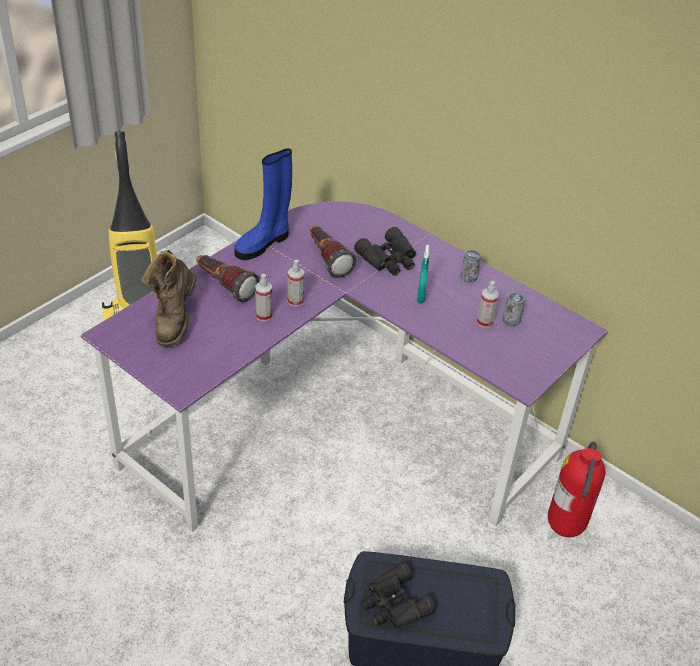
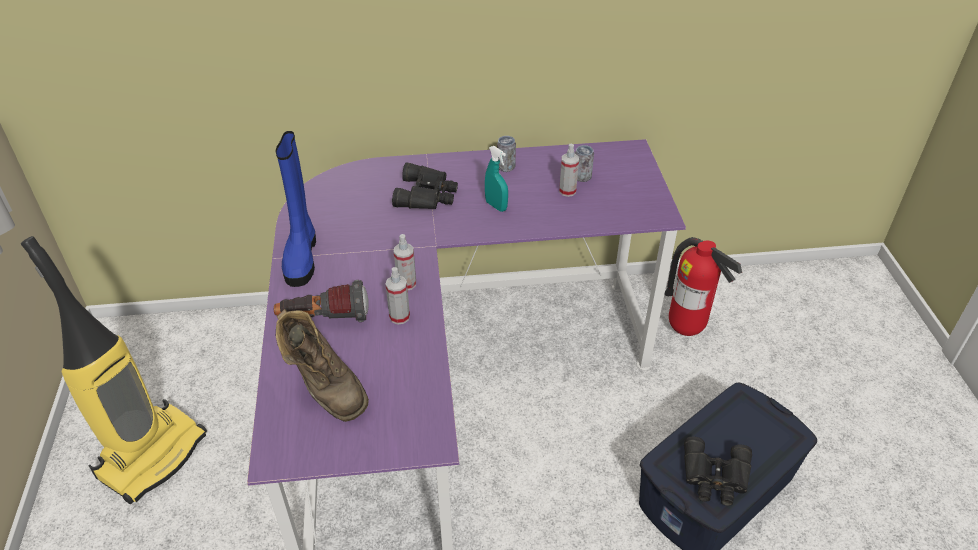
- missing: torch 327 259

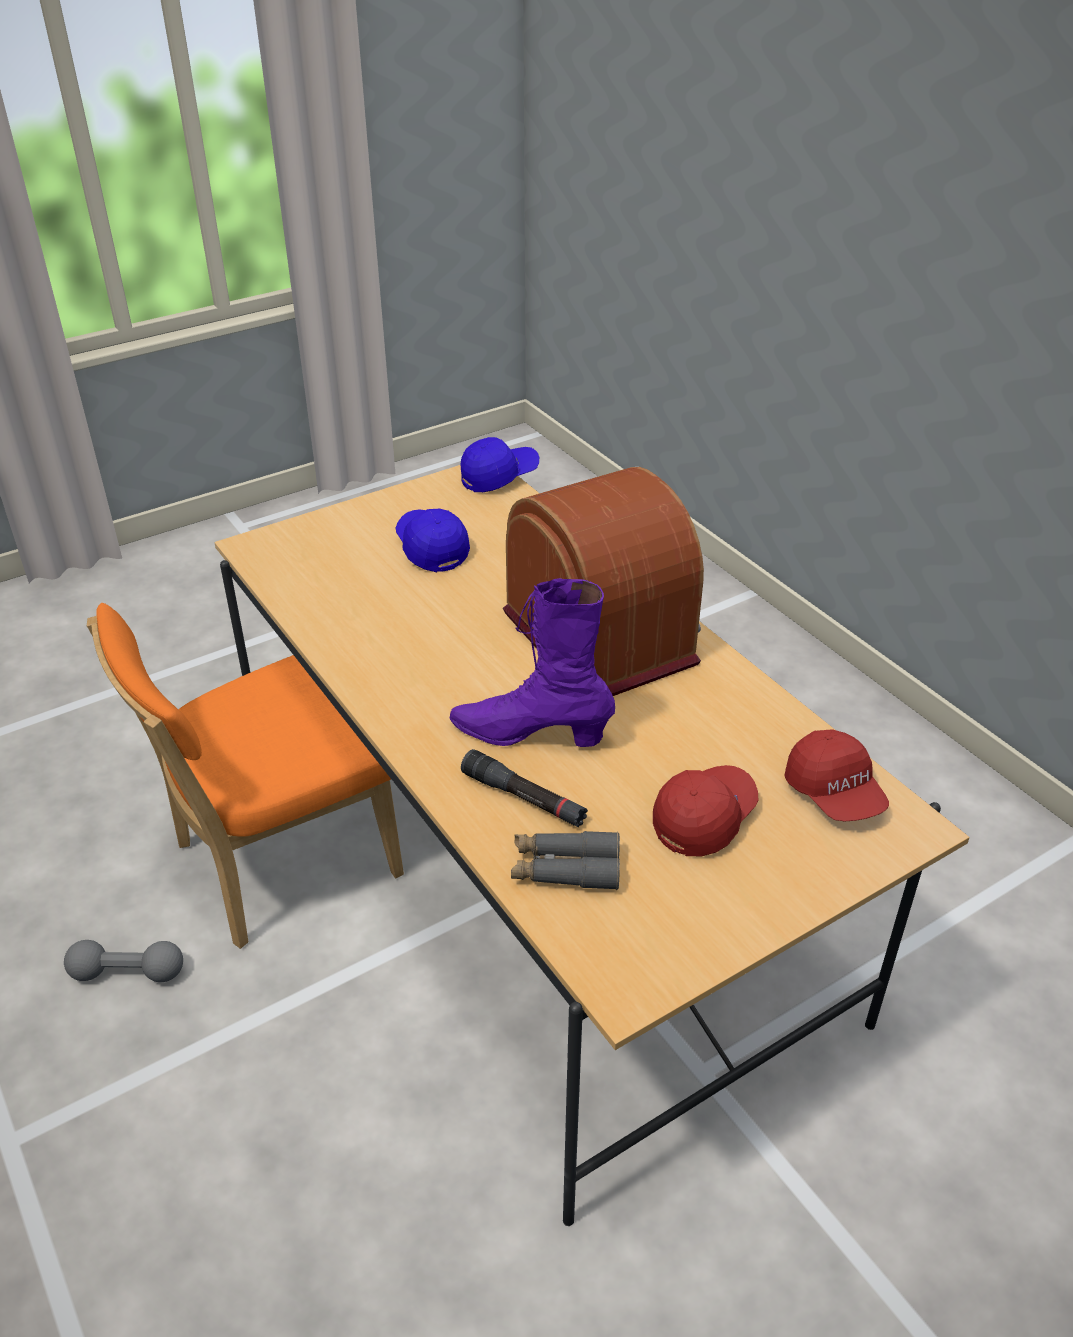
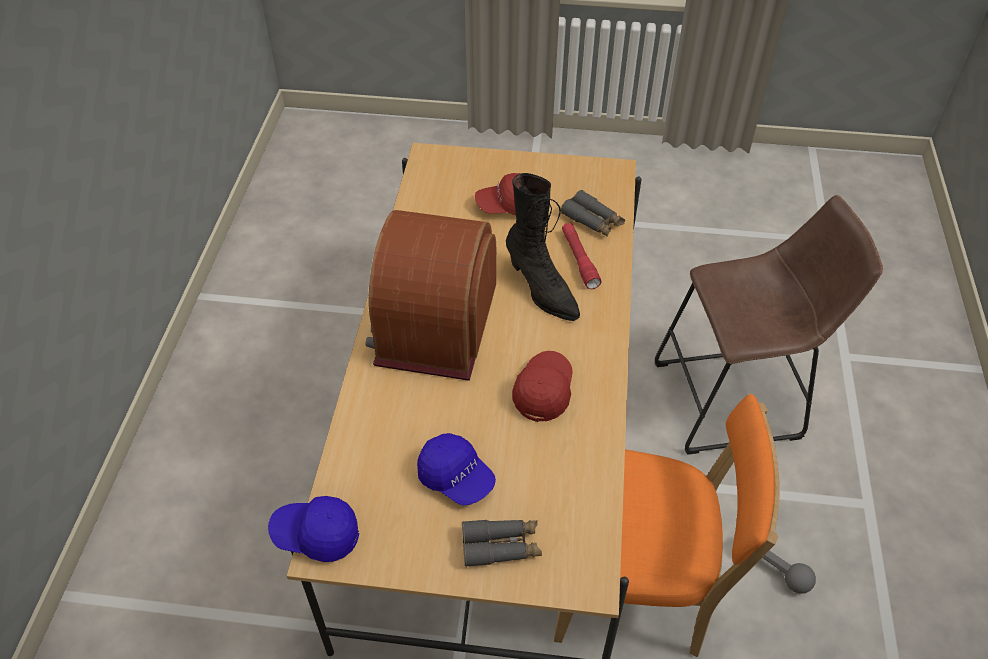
- spun: baseball cap (bluish) 431 549 = 456 478 60 degrees counterclockwise
- colour: tall boot (purplish) 530 734 to tall boot (black) 541 290
- colour: torch (black) 524 798 to torch (red) 579 260
- relocated: baseball cap (red) 834 793 to 543 391
- appeared: binoculars (greyish) 501 546
- appeared: stool (brown-coloured) 736 400

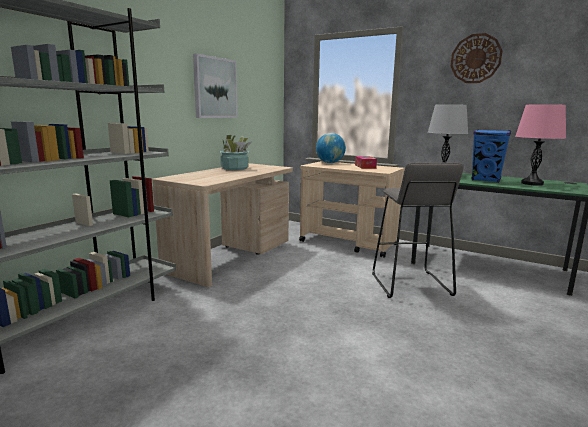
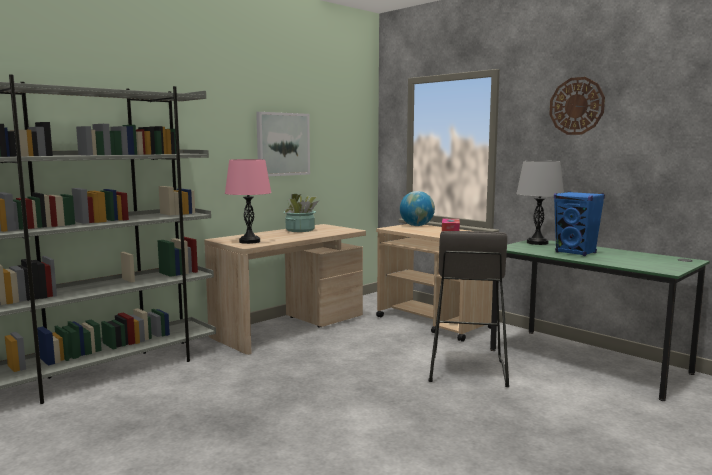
- relocated: table lamp (pink-coloured) 532 183 to 249 241

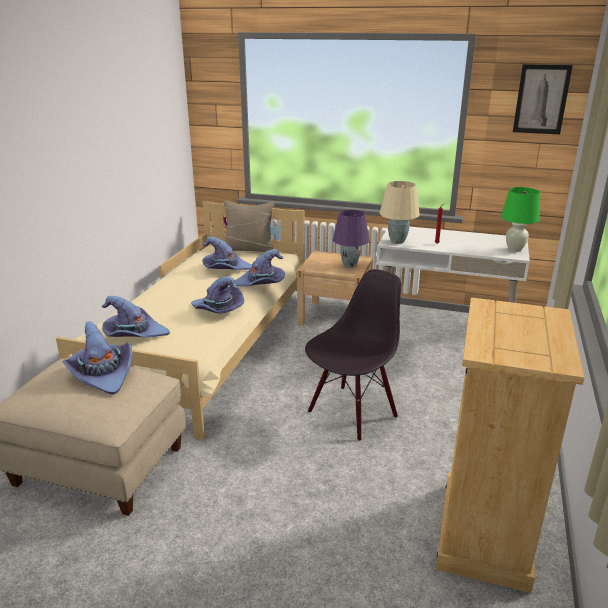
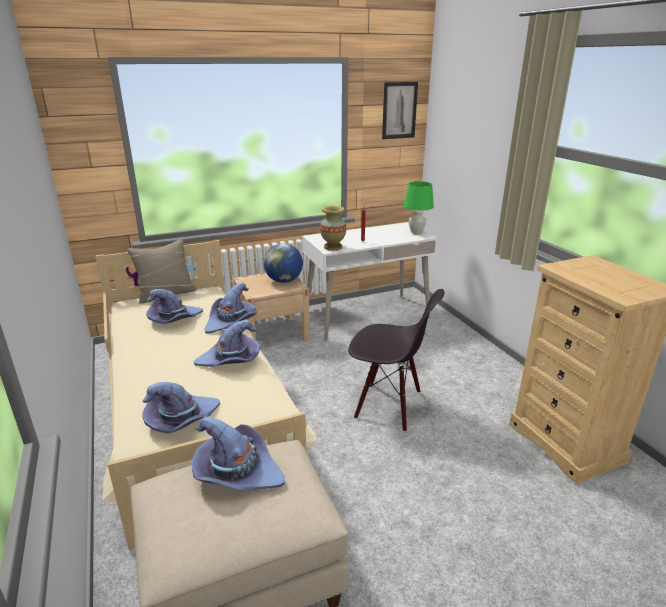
- spun: plain chair (black) 351 413 = 388 405 105 degrees clockwise
- exchanged: table lamp (purplish) 350 265 to globe 284 281
- exchanged: table lamp (beige-coloured) 397 241 to vase 333 247

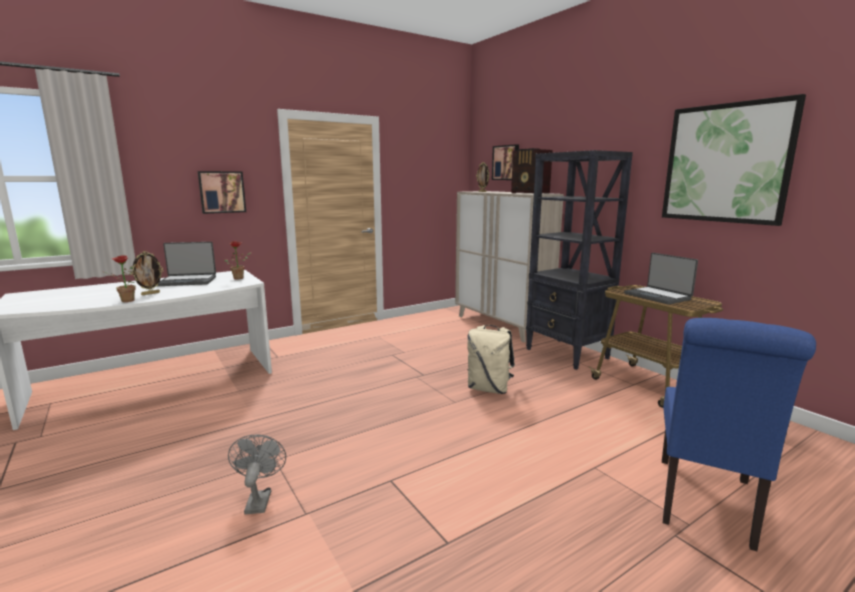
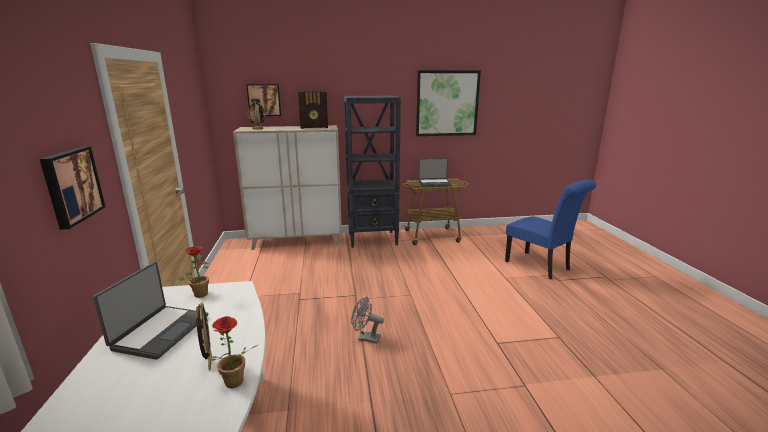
- relocated: electric fan (greyish) 259 499 to 365 338
- missing: backpack (beige-coloured) 489 389

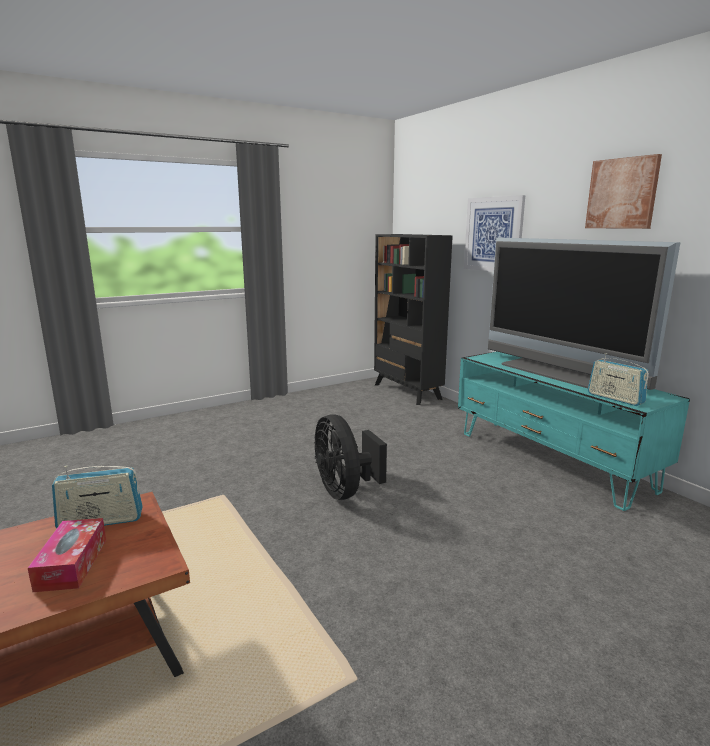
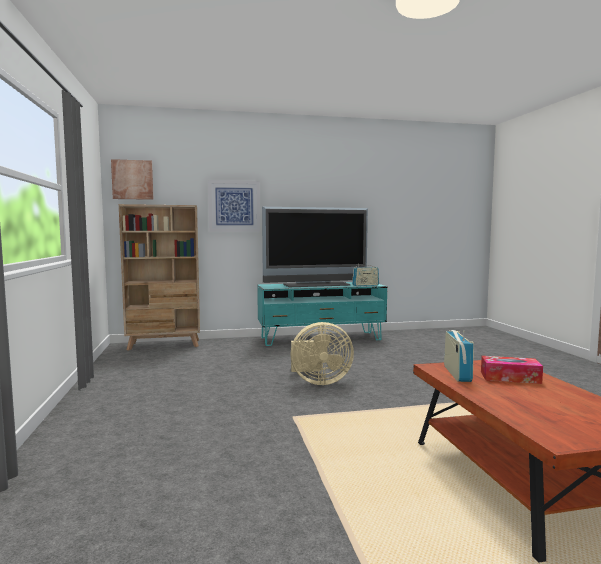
- colour: electric fan (black) 345 490 to electric fan (beige-coloured) 318 381
- colour: shelving unit (black) 407 392 to shelving unit (beige-coloured) 164 345
- relocated: wall picture 622 193 to 132 179

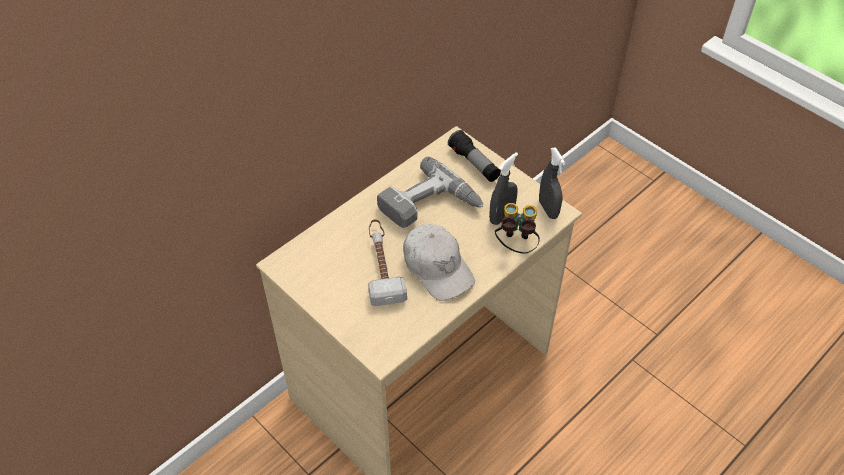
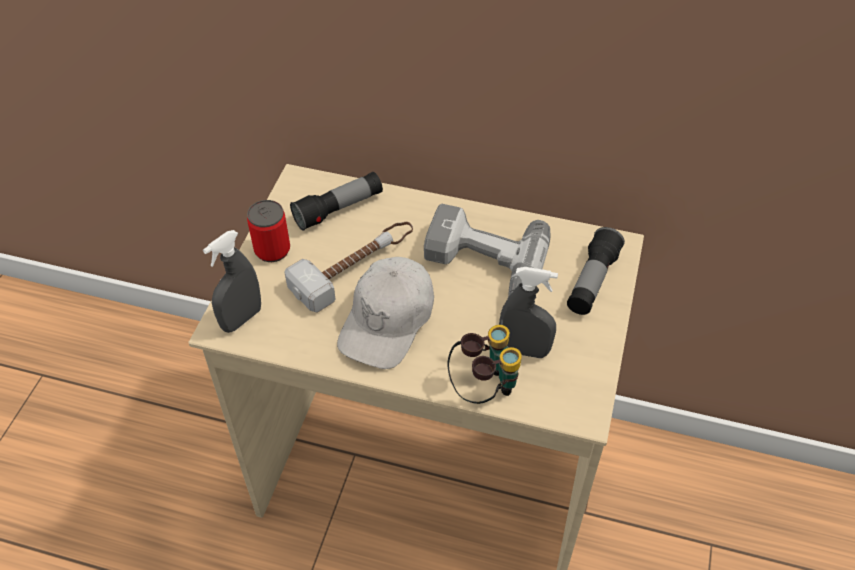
- relocated: hand sprayer (greyish) 548 209 to 241 319
- appeared: can 272 250
- appeared: torch 339 209

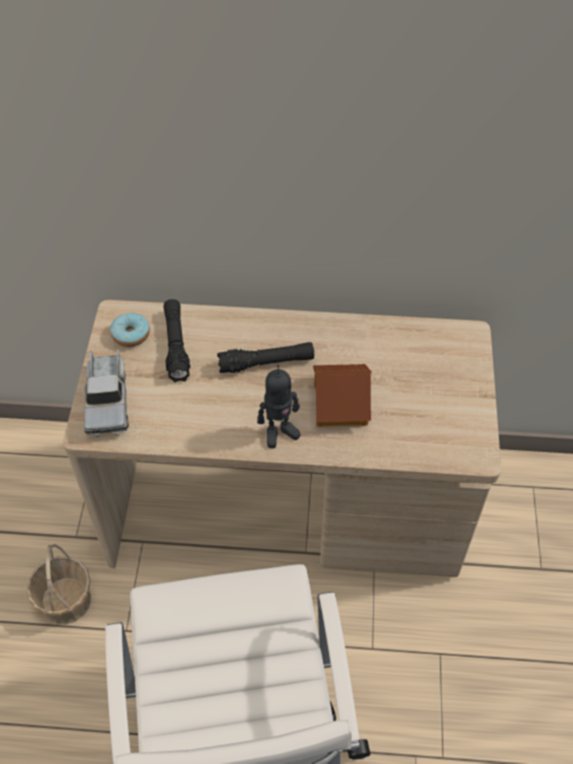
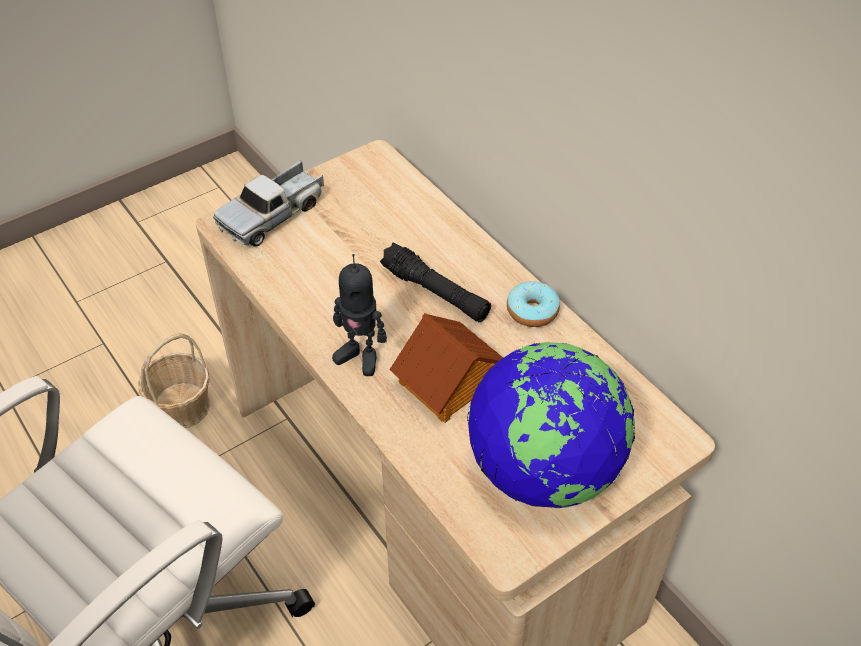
- relocated: ring doughnut 131 334 to 532 311
- missing: torch (black) 176 345
- appeared: globe 544 470

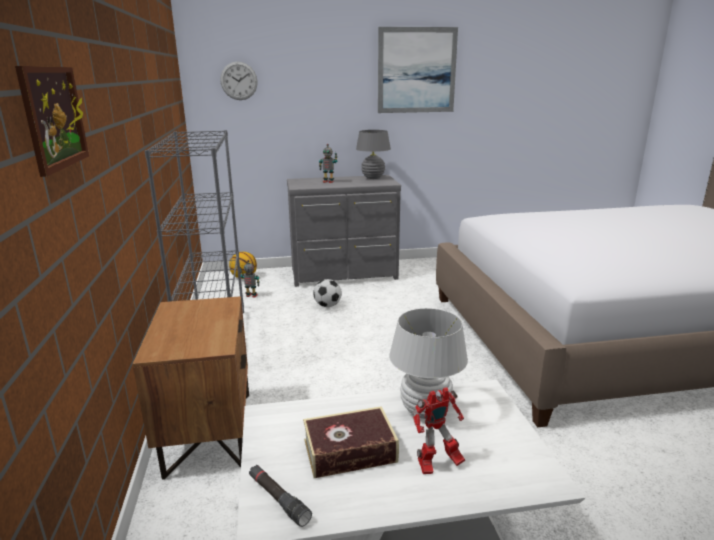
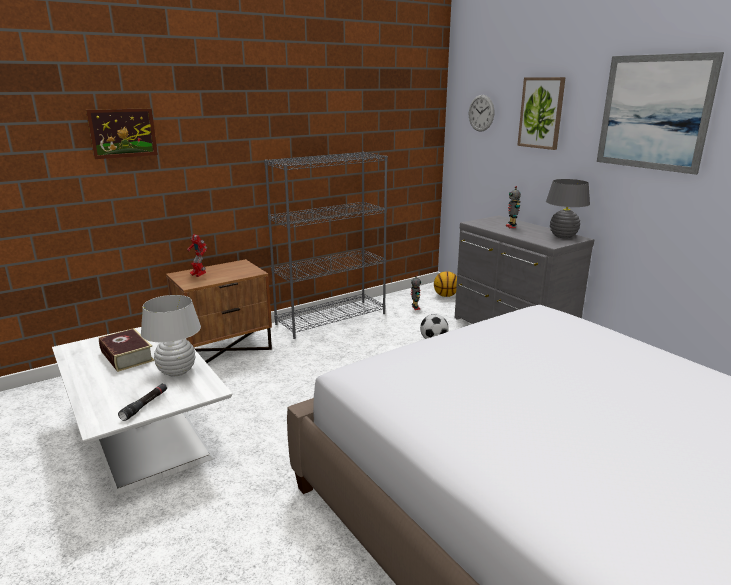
- relocated: torch (black) 278 499 to 145 405
- relocated: toy robot 437 465 to 198 276
- appeared: wall picture 541 113

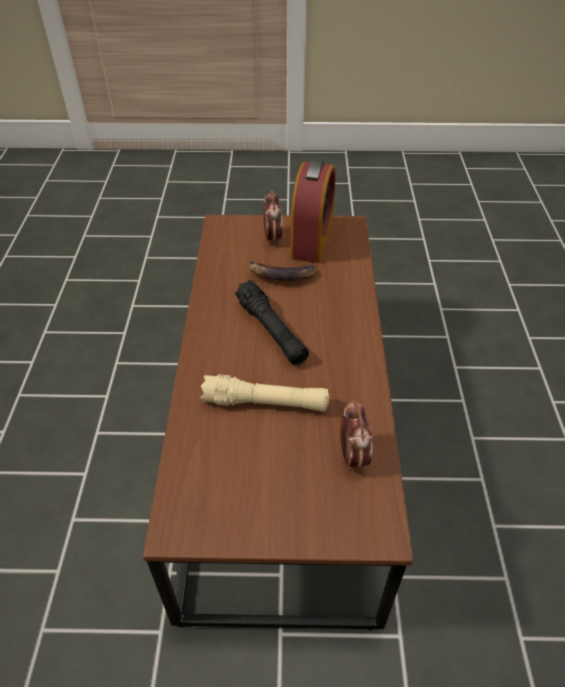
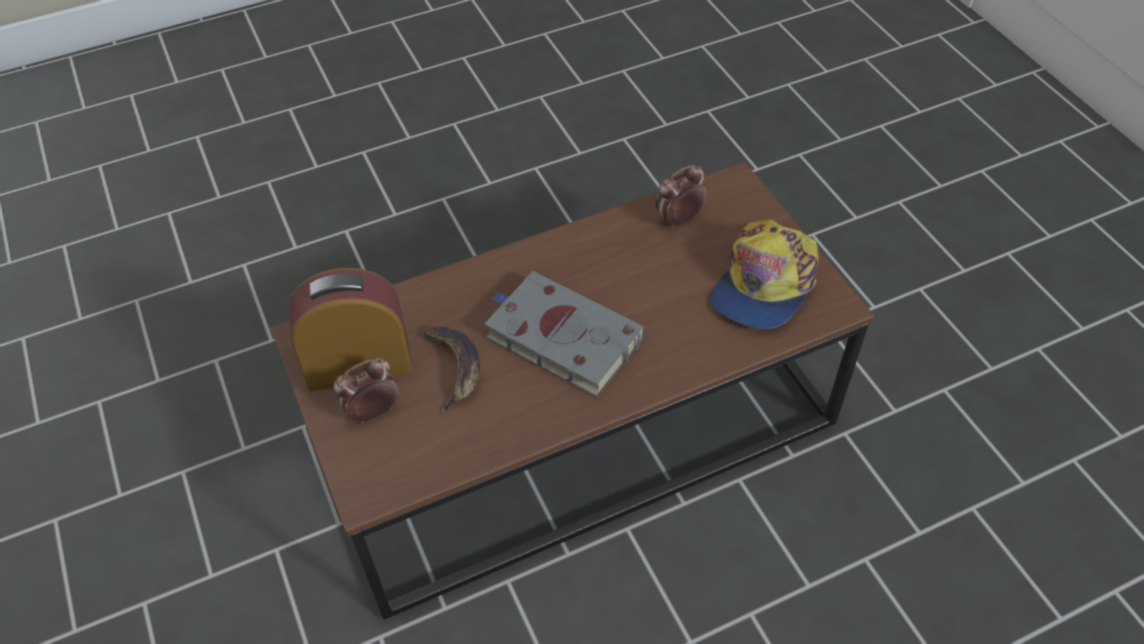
- missing: torch (beige-coloured) 265 403
- exchanged: torch (black) 271 331 to bound book (greyish) 560 337
- appeared: baseball cap 763 284

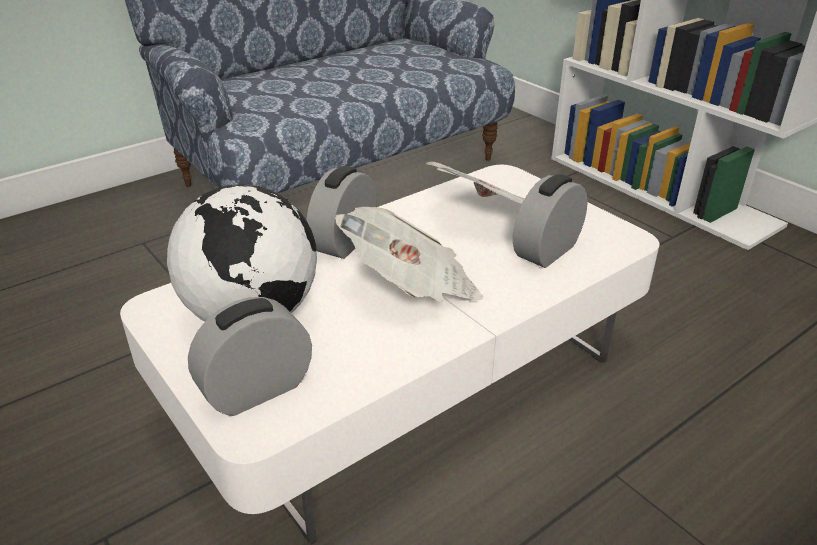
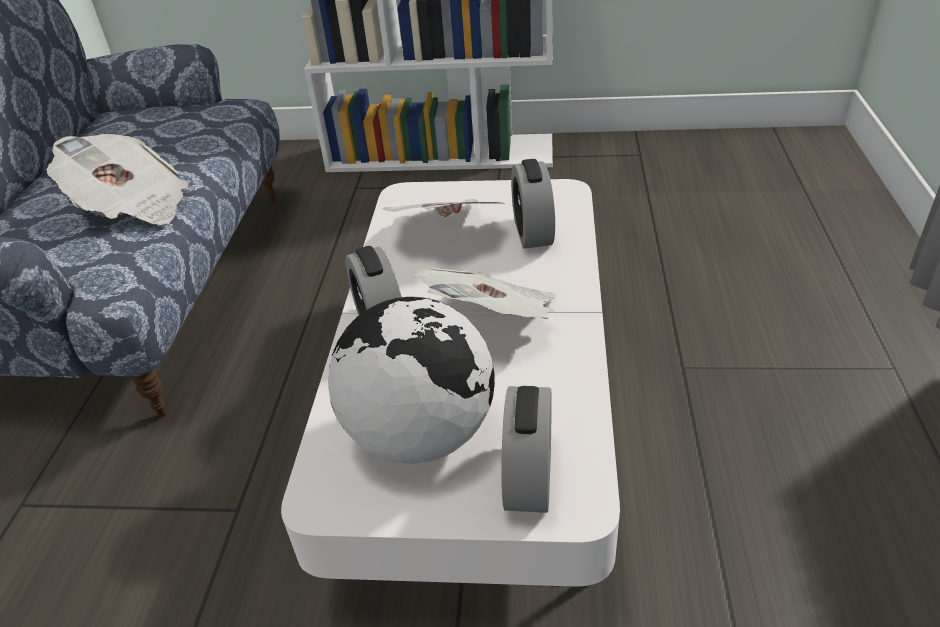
- appeared: daily paper 132 206

